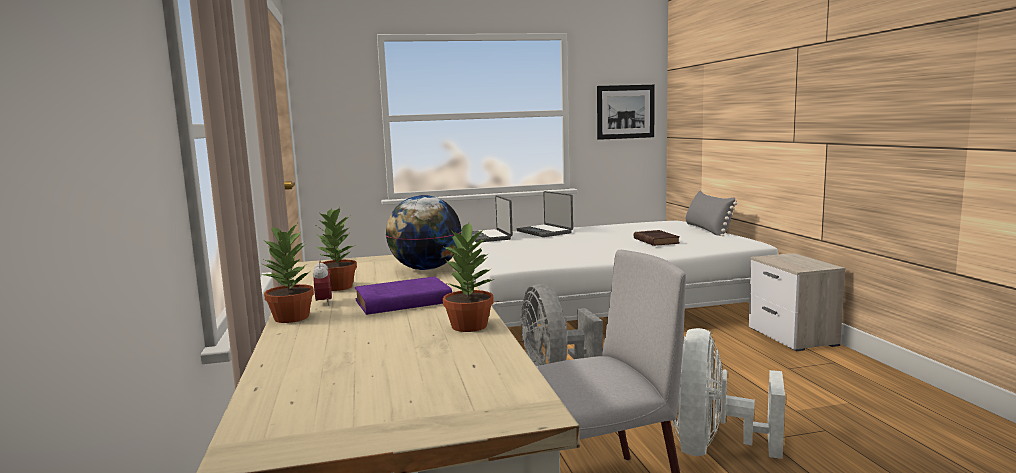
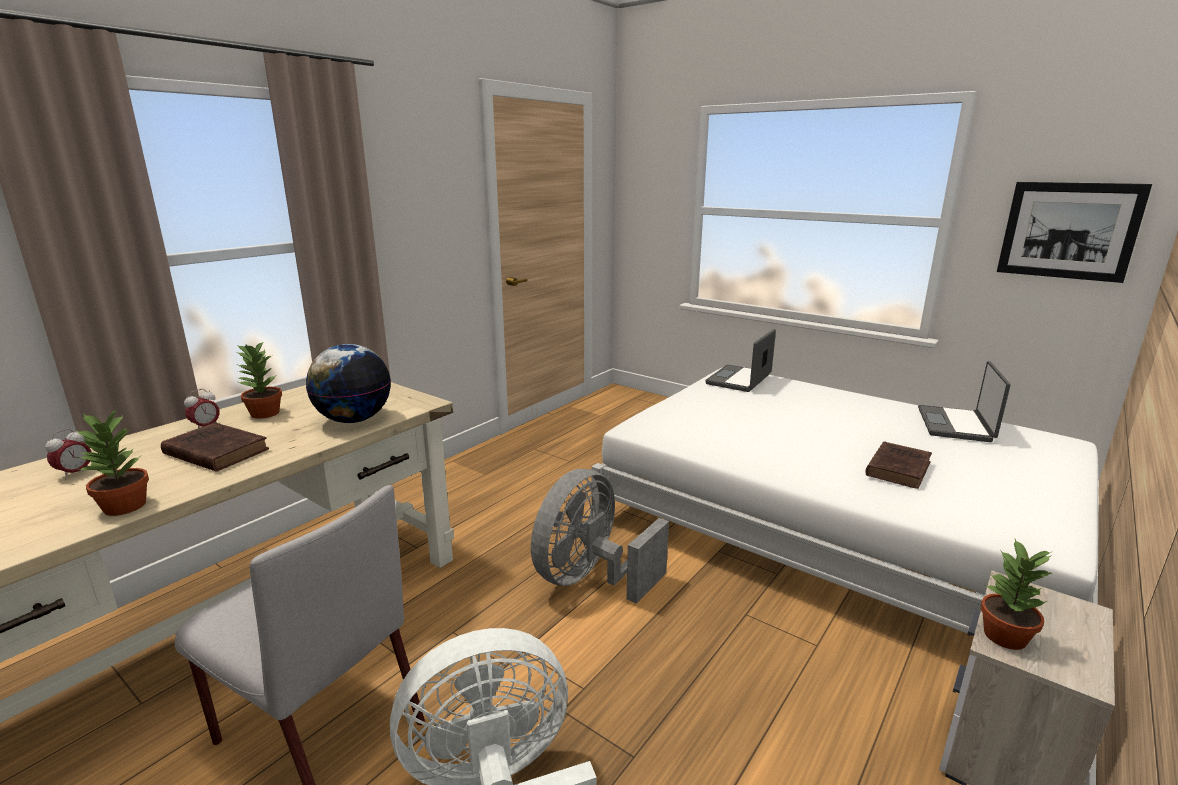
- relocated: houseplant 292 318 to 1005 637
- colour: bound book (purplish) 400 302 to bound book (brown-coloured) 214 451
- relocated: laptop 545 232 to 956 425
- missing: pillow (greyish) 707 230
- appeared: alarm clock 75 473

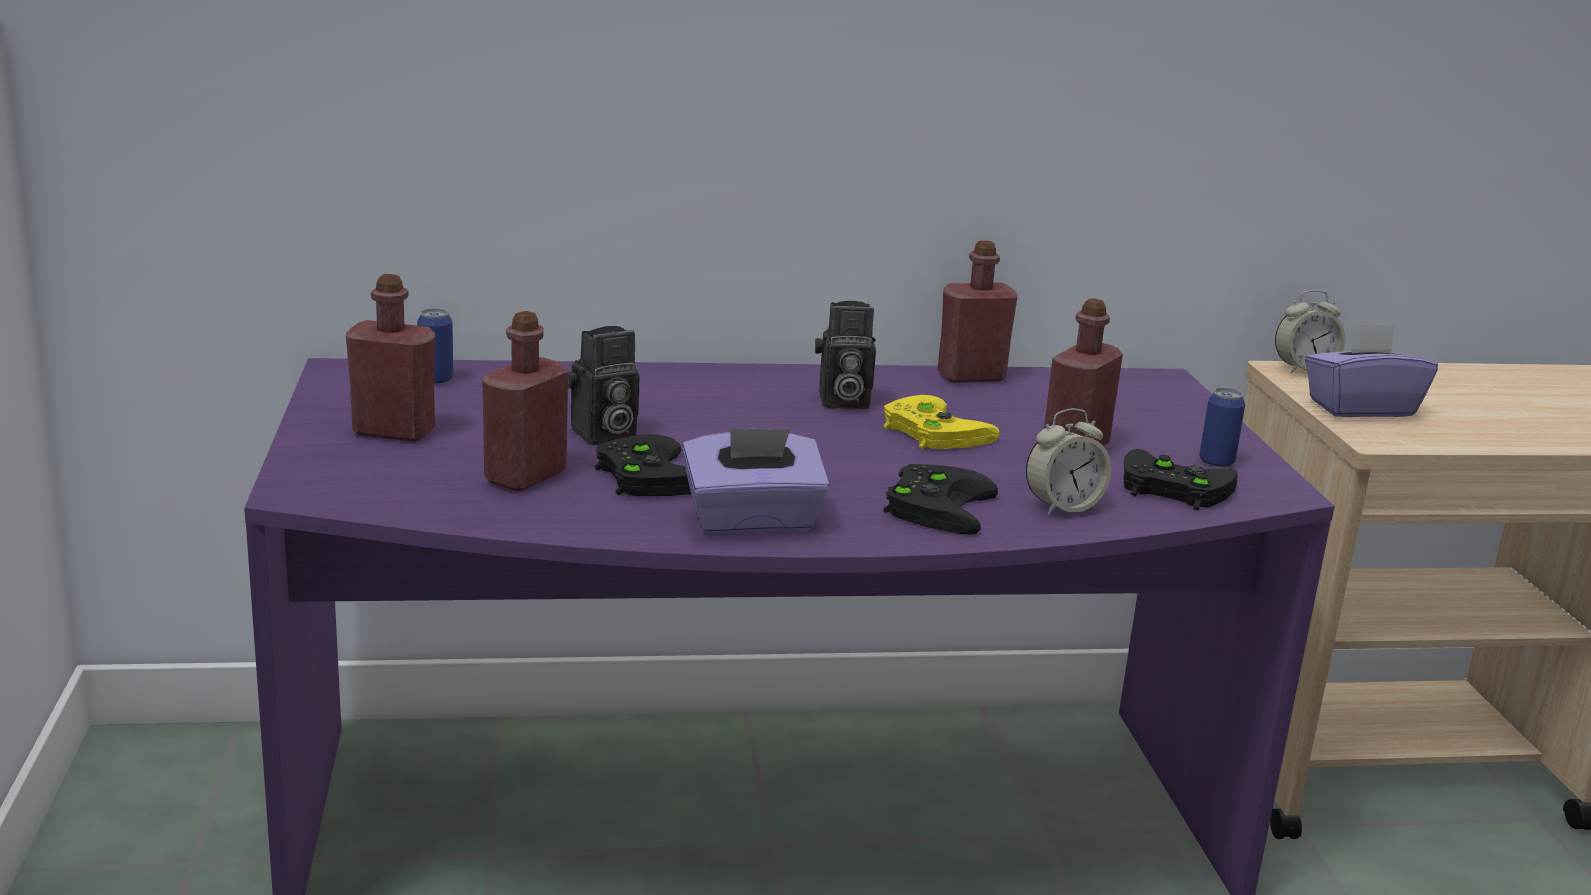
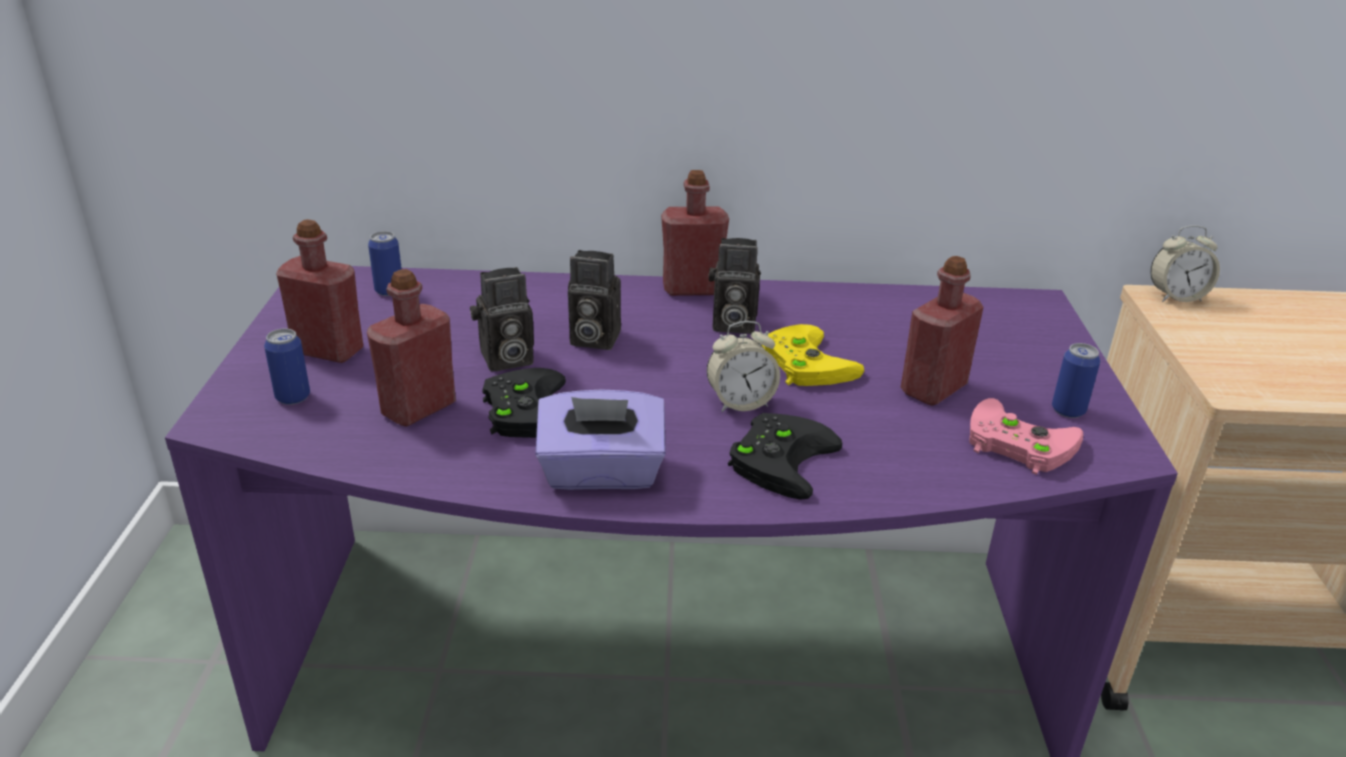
- relocated: beverage bottle (red) 971 376 to 692 288
- relocated: alarm clock 1063 507 to 740 403
- colour: game controller (black) 1170 487 to game controller (pink-coloured) 1015 443
- missing: tissue holder (purplish) 1360 408
- appeared: can 293 397
- appeared: still camera 591 339

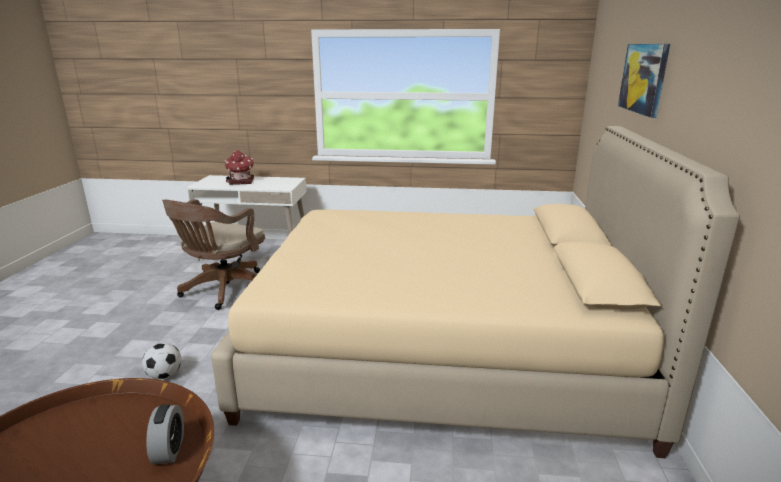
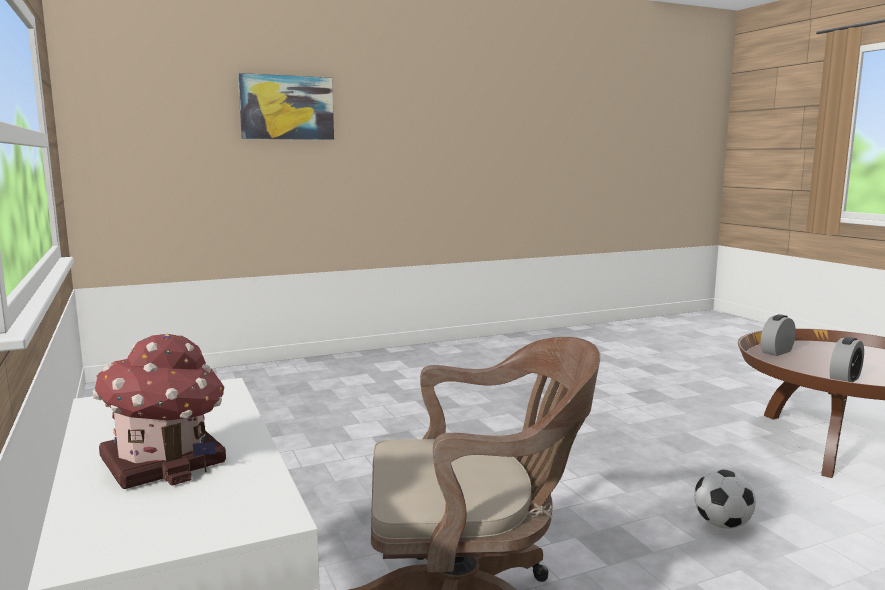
- missing: sleeping bed (beige-coloured) 440 352
- appeared: alarm clock 844 379

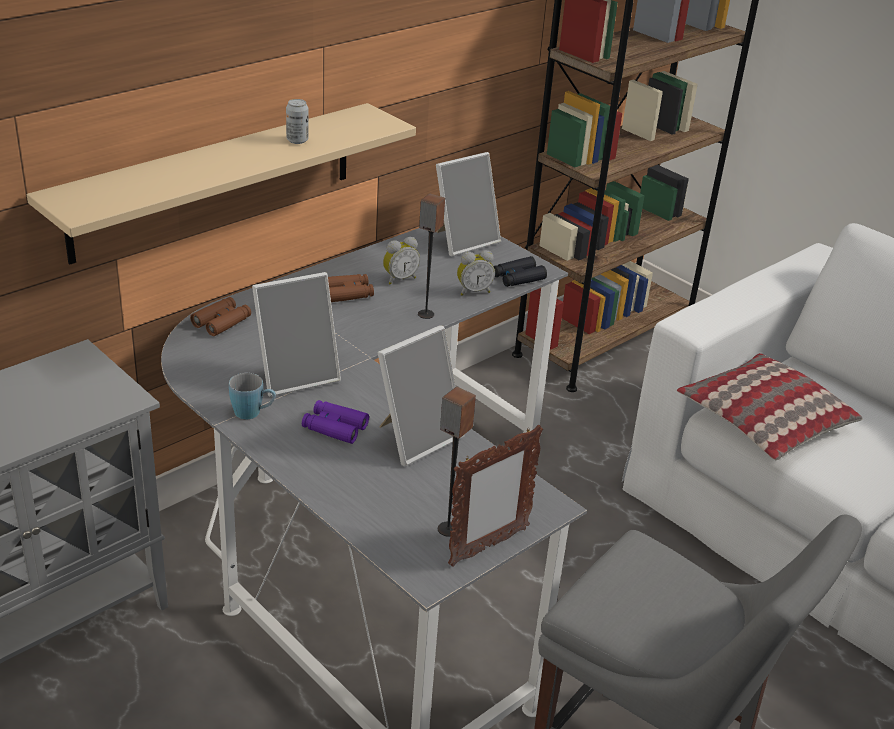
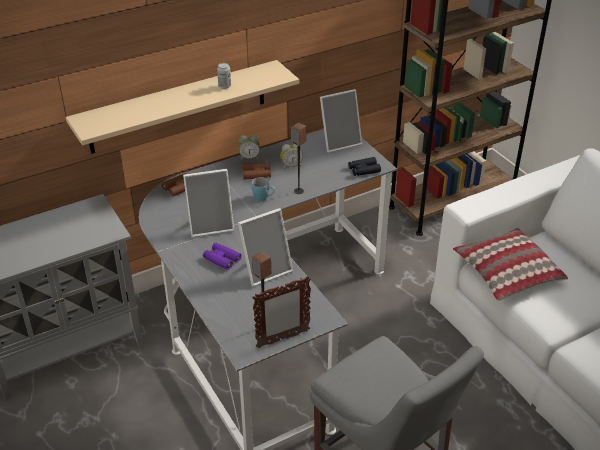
- relocated: coffee mug (bluish) 253 413 to 264 198
- relocated: alarm clock 473 291 to 249 157

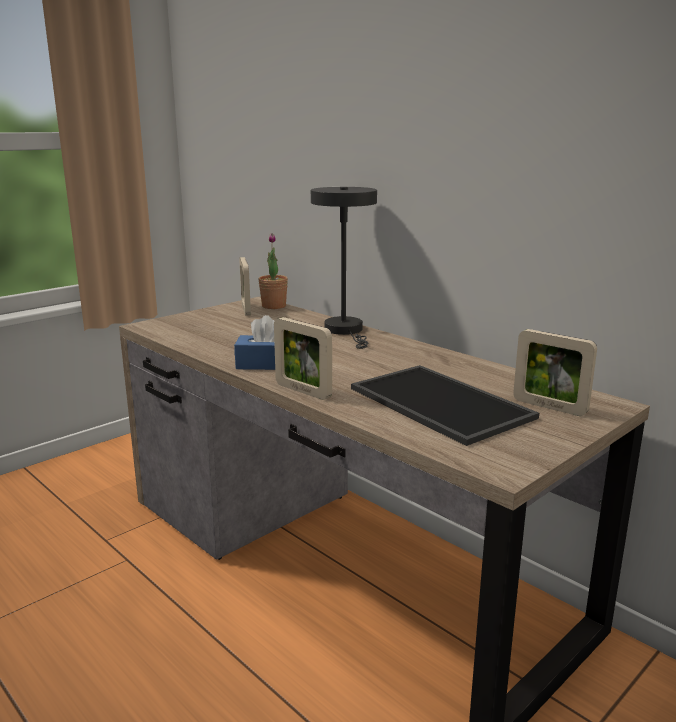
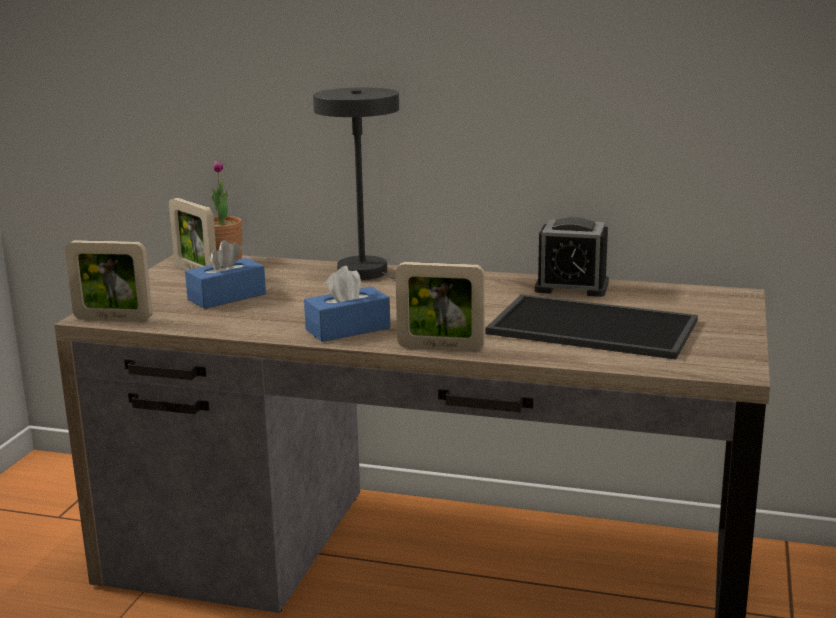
- relocated: picture frame 549 407 to 113 318
- appeared: tissue holder (bluish) 227 297
- appeared: alarm clock 571 286

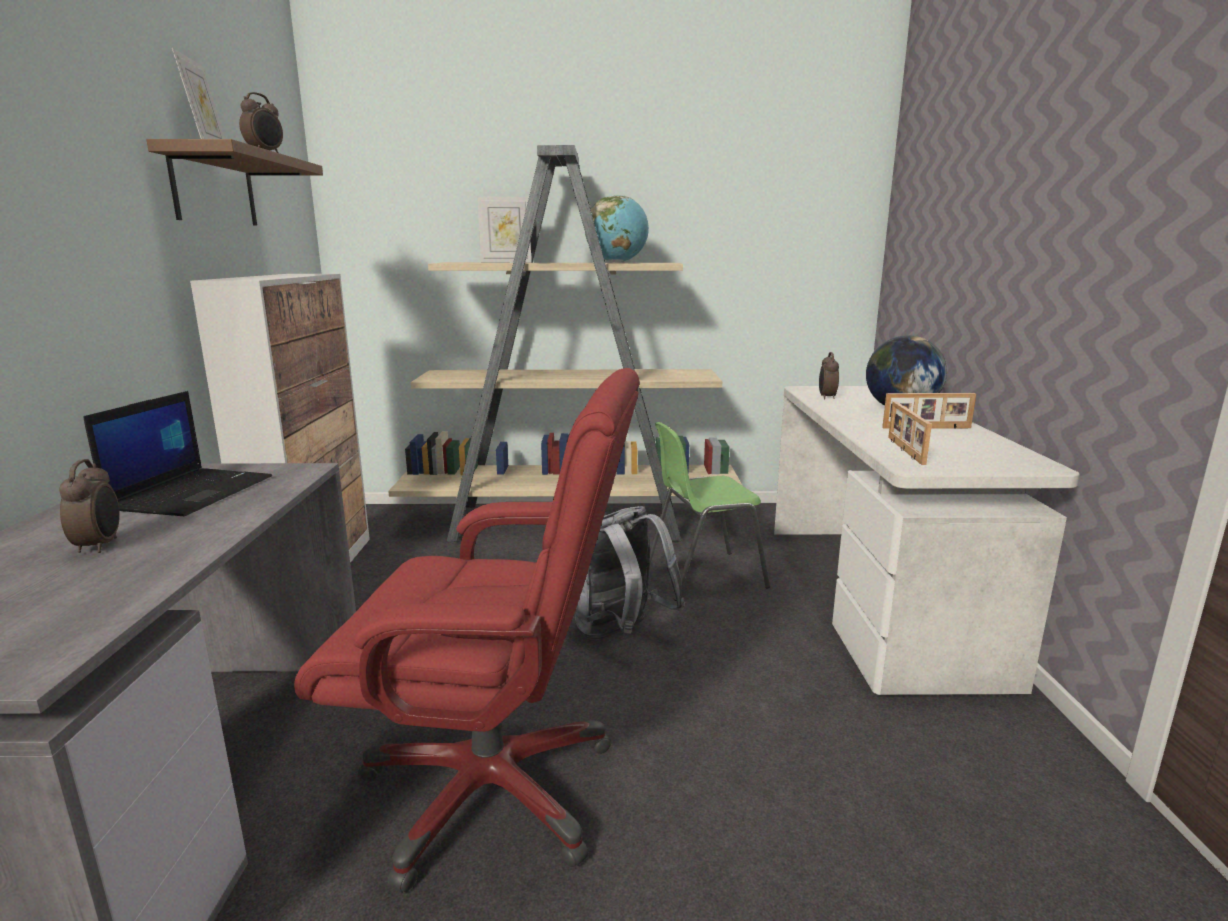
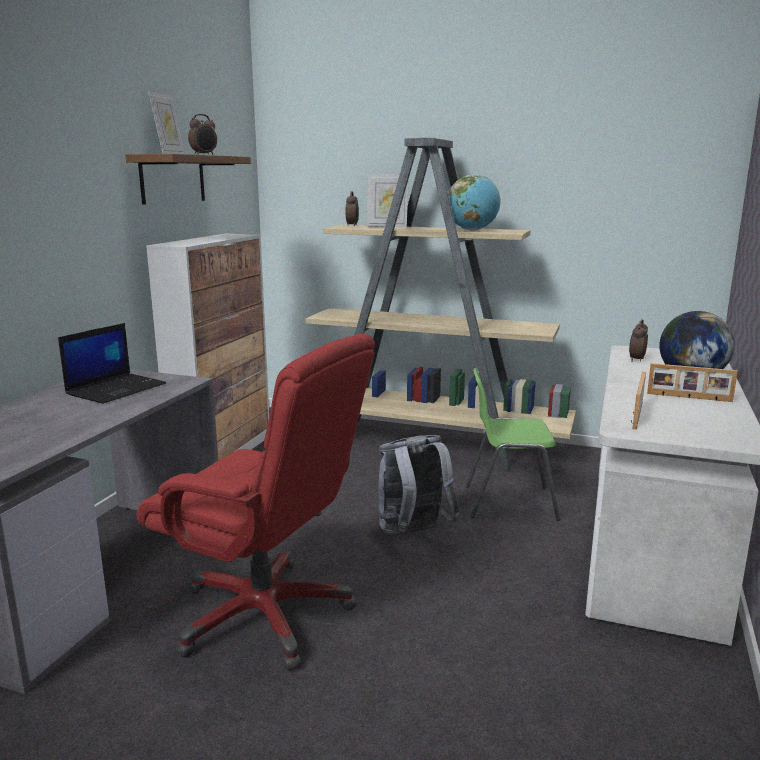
- relocated: alarm clock 100 546 to 352 225

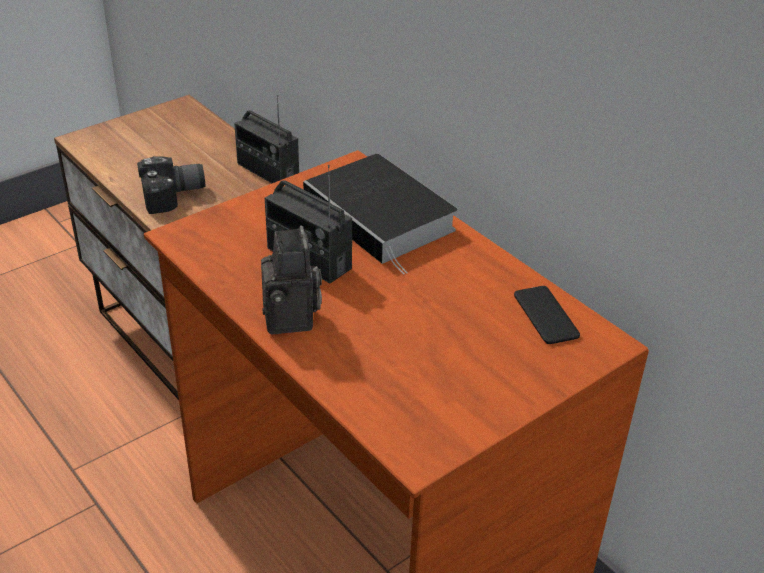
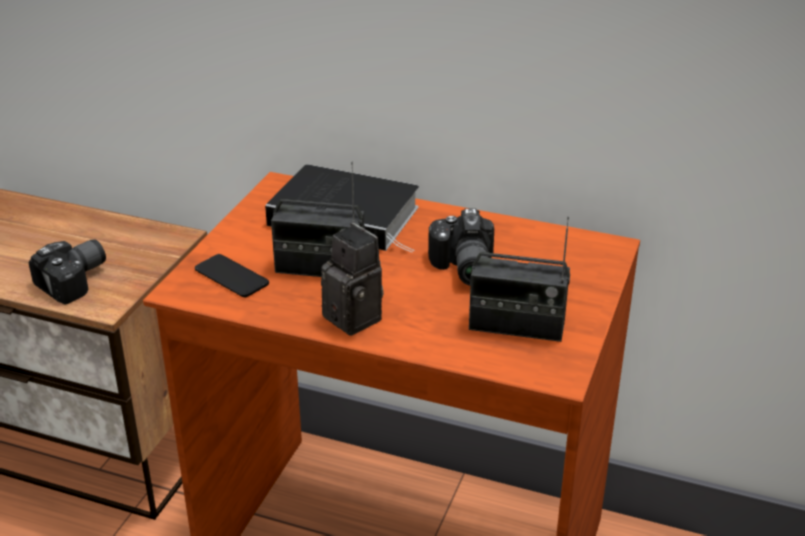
- relocated: radio set 267 171 to 516 326
- relocated: handset 546 315 to 231 276
- appeared: still camera 461 268

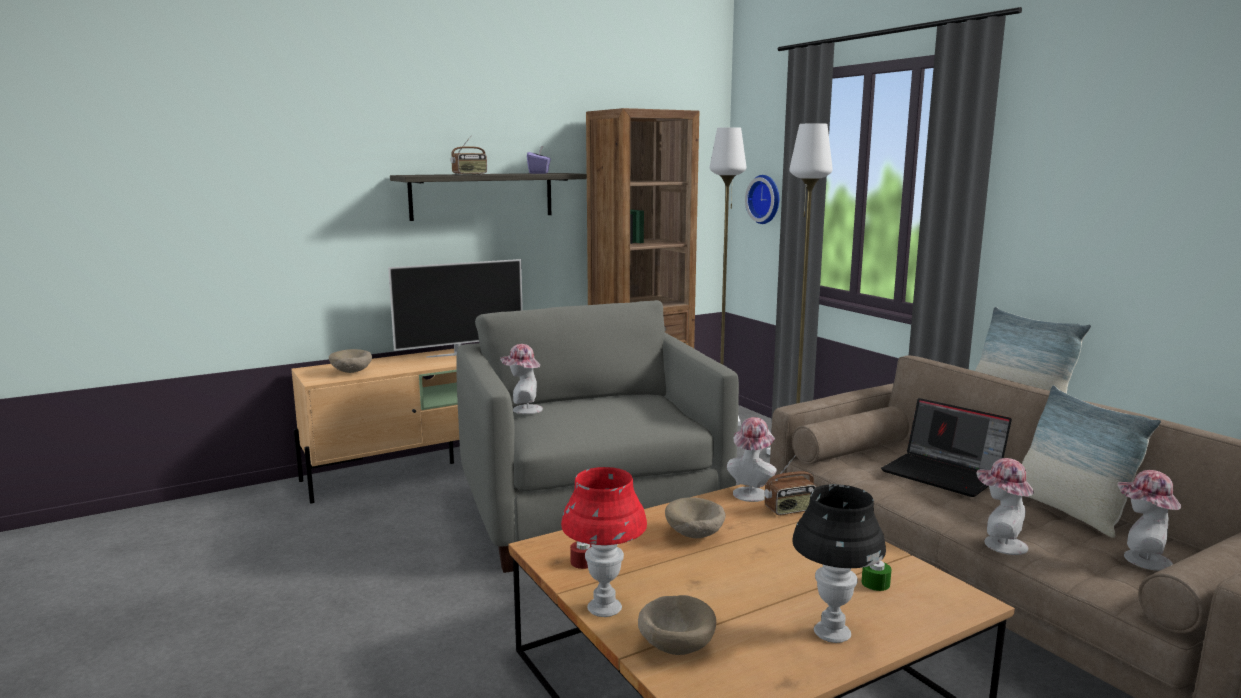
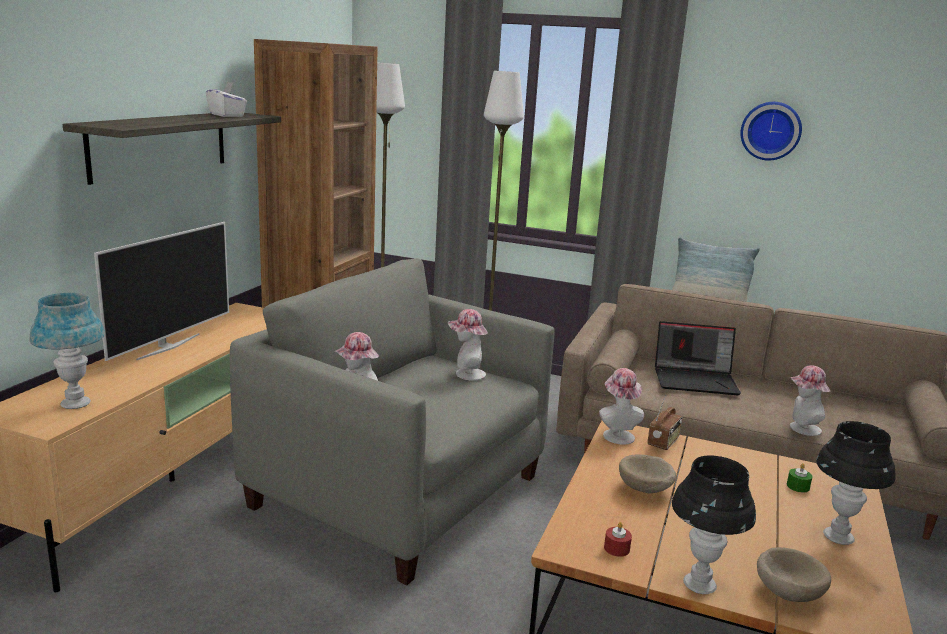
- exchanged: deep dish (beige-coloured) 351 372 to table lamp (bluish) 75 403
- missing: radio set 470 174
- colour: tissue holder (purplish) 539 173 to tissue holder (white-coloured) 227 115
- colour: table lamp (red) 604 608 to table lamp (black) 699 584
- relocated: clock on the wall 765 199 to 770 130
- missing: pillow 1068 512
- relocated: clothing hat 1140 559 to 466 374

